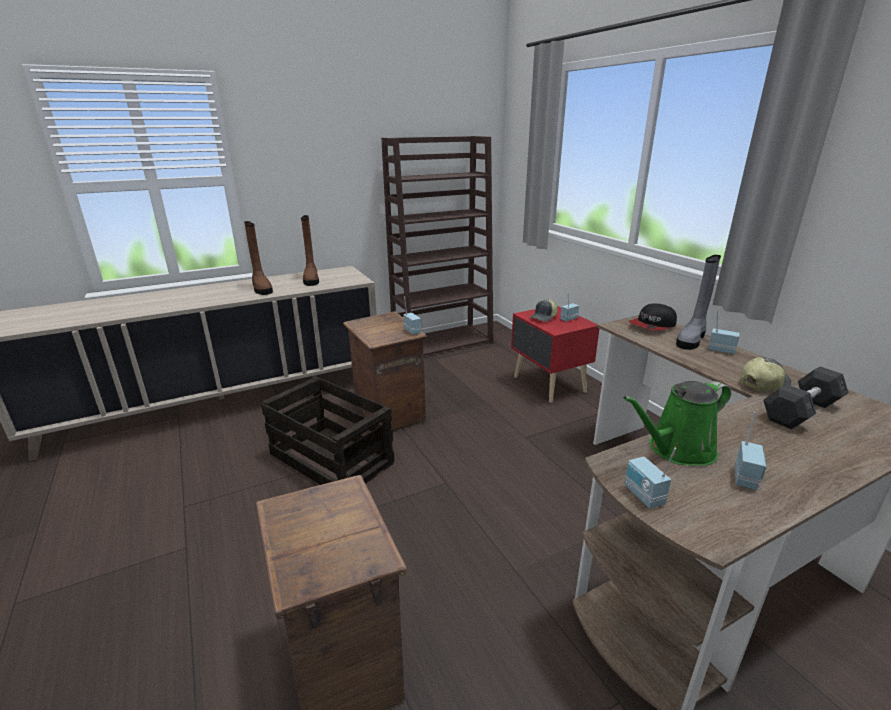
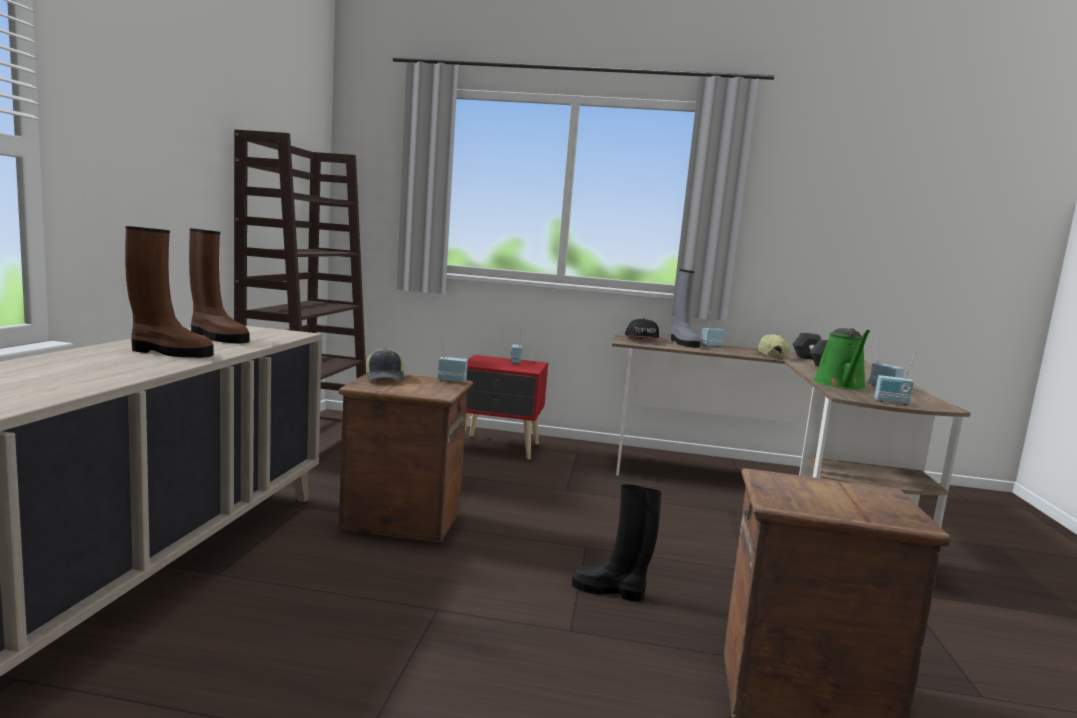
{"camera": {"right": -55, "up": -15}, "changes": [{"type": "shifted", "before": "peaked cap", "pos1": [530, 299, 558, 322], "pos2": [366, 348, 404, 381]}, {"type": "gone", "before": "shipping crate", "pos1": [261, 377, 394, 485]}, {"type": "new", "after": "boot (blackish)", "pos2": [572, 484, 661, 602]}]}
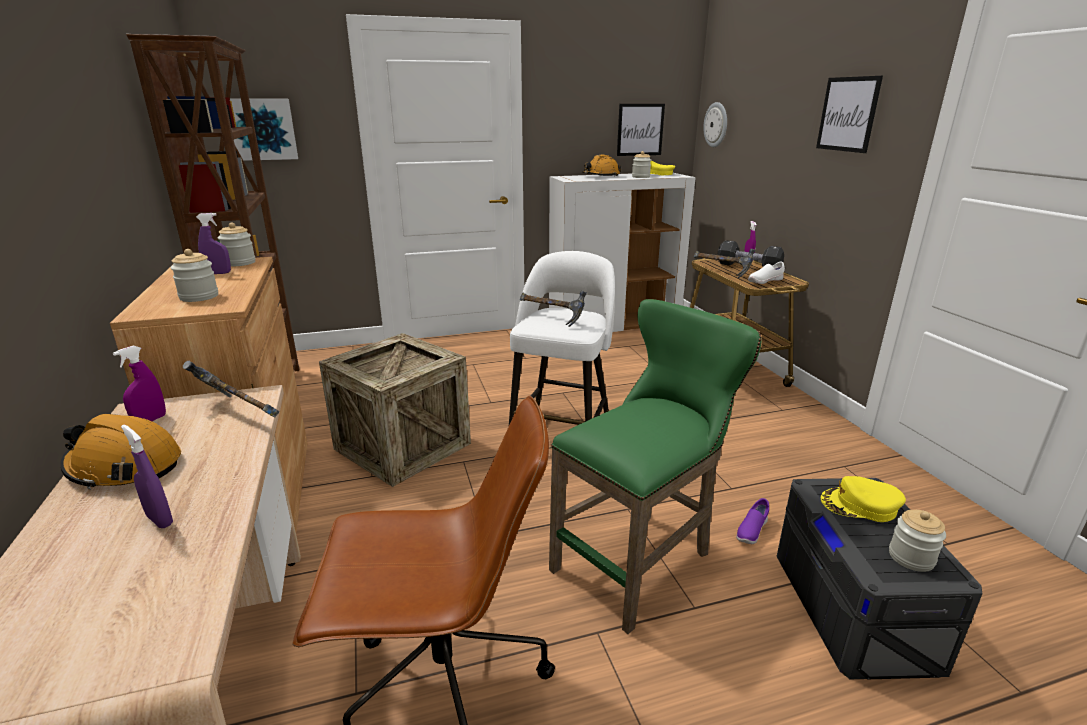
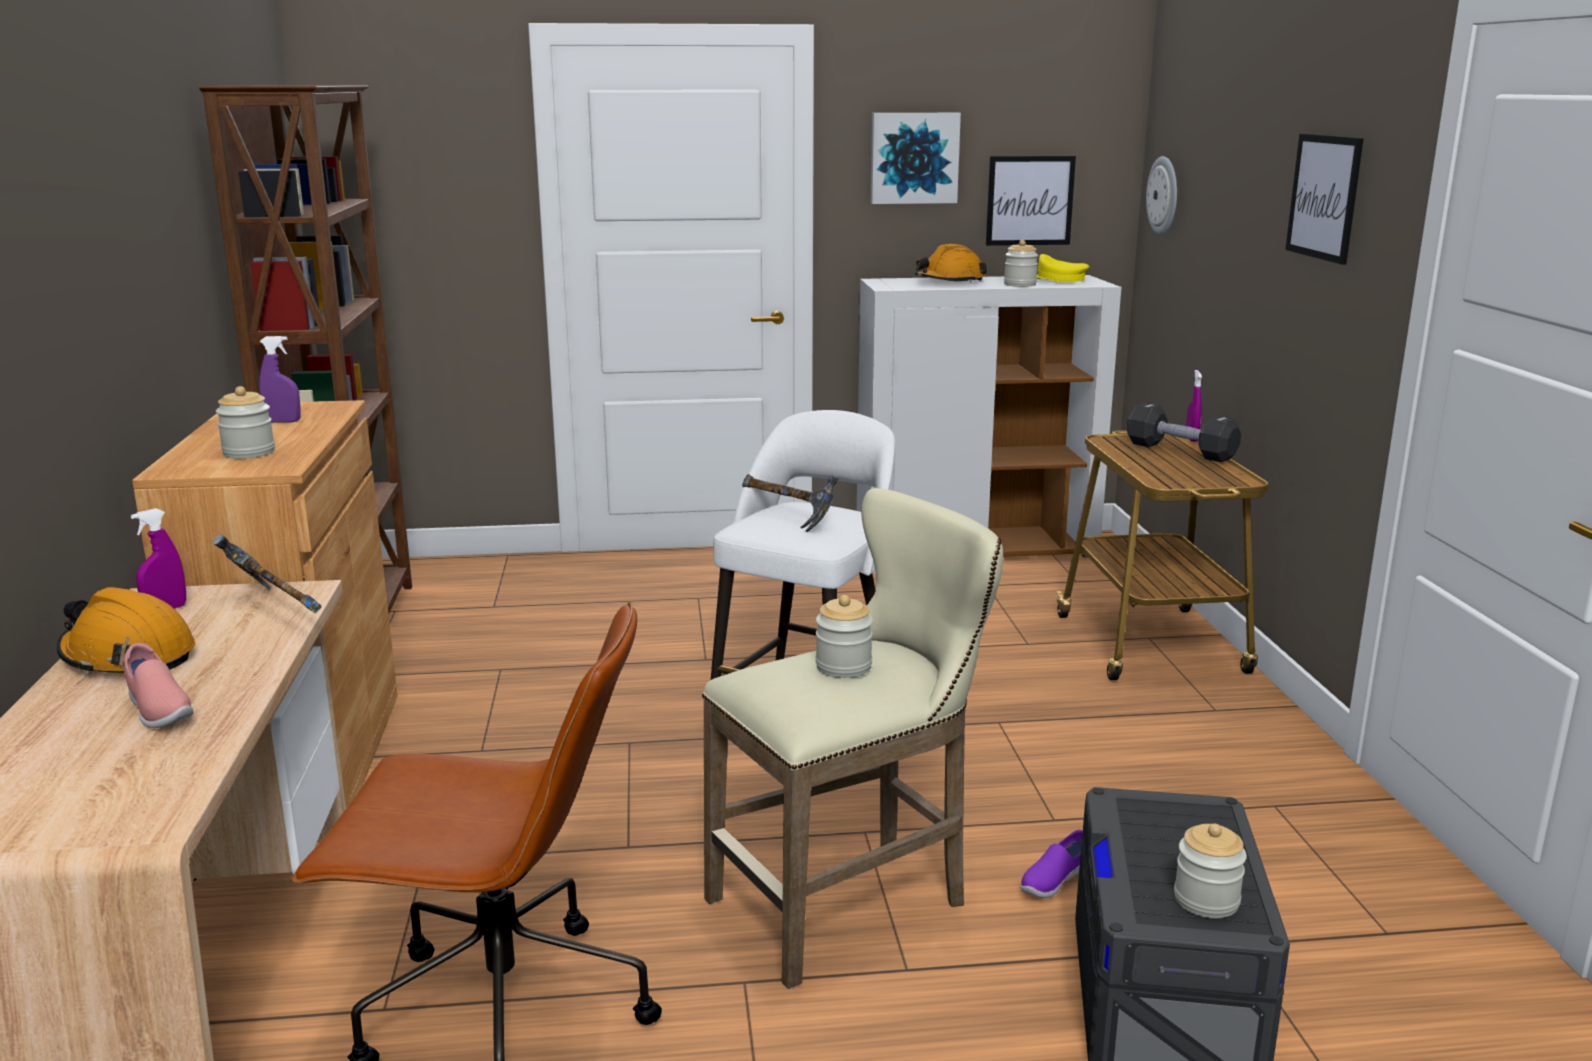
{"camera": {"right": 10, "up": -5}, "changes": [{"type": "shifted", "before": "wall picture", "pos1": [230, 99, 298, 161], "pos2": [871, 113, 961, 204]}, {"type": "shifted", "before": "jar", "pos1": [218, 223, 256, 266], "pos2": [816, 595, 873, 678]}, {"type": "gone", "before": "tool hammer", "pos1": [694, 249, 755, 278]}, {"type": "gone", "before": "low shoe (whitish)", "pos1": [748, 262, 785, 284]}, {"type": "repainted", "before": "stool seat (green-coloured)", "after": "stool seat (beige)", "pos1": [549, 299, 762, 634], "pos2": [702, 488, 1003, 989]}, {"type": "gone", "before": "shipping crate", "pos1": [319, 333, 471, 487]}, {"type": "swapped", "before": "hand sprayer (purple)", "after": "low shoe (pink-coloured)", "pos1": [121, 425, 173, 528], "pos2": [124, 643, 193, 728]}, {"type": "gone", "before": "peaked cap (yellowish)", "pos1": [821, 476, 906, 522]}]}
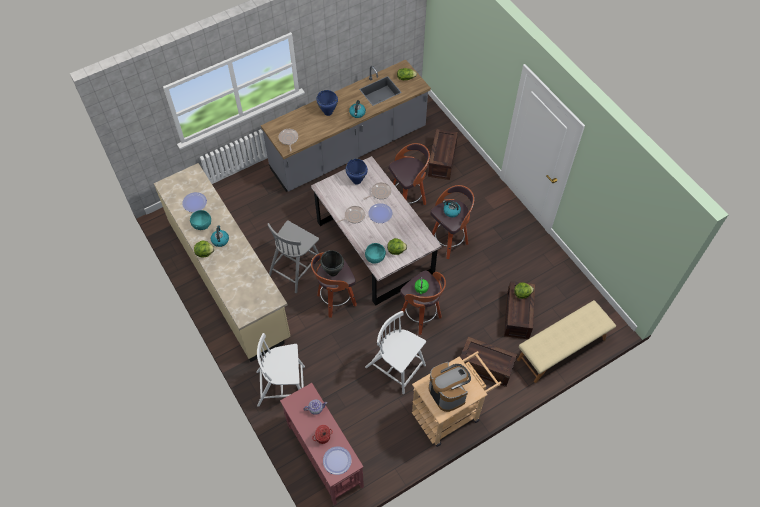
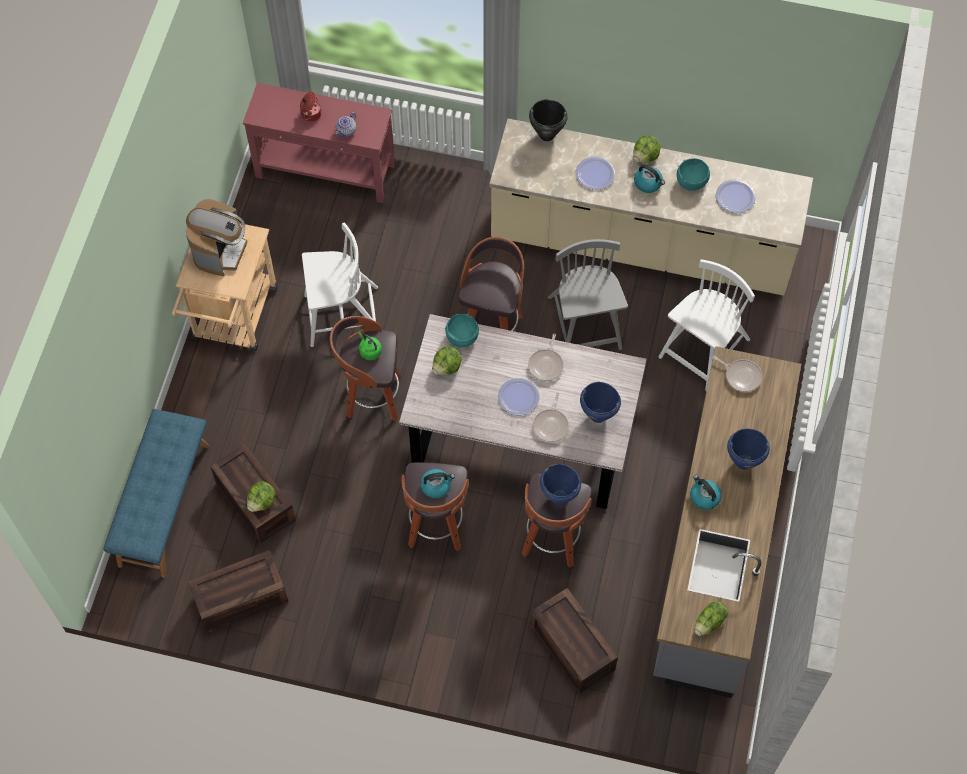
{"camera": {"right": 135, "up": 5}, "changes": [{"type": "shifted", "before": "cooking pot (blackish)", "pos1": [320, 250, 344, 276], "pos2": [529, 99, 568, 141]}, {"type": "repainted", "before": "long seat (beige)", "after": "long seat (blue)", "pos1": [517, 300, 616, 383], "pos2": [103, 409, 209, 578]}, {"type": "shifted", "before": "plain chair (whitish)", "pos1": [256, 333, 305, 407], "pos2": [659, 260, 755, 391]}, {"type": "shifted", "before": "shipping crate", "pos1": [460, 337, 518, 387], "pos2": [188, 550, 288, 633]}, {"type": "rotated", "before": "coffee maker", "pos1": [429, 362, 471, 412], "pos2": [185, 199, 247, 276], "turn": -90}, {"type": "shifted", "before": "flat dish", "pos1": [323, 447, 352, 475], "pos2": [576, 157, 615, 190]}, {"type": "new", "after": "cooking pot (blue)", "pos2": [540, 464, 581, 505]}]}
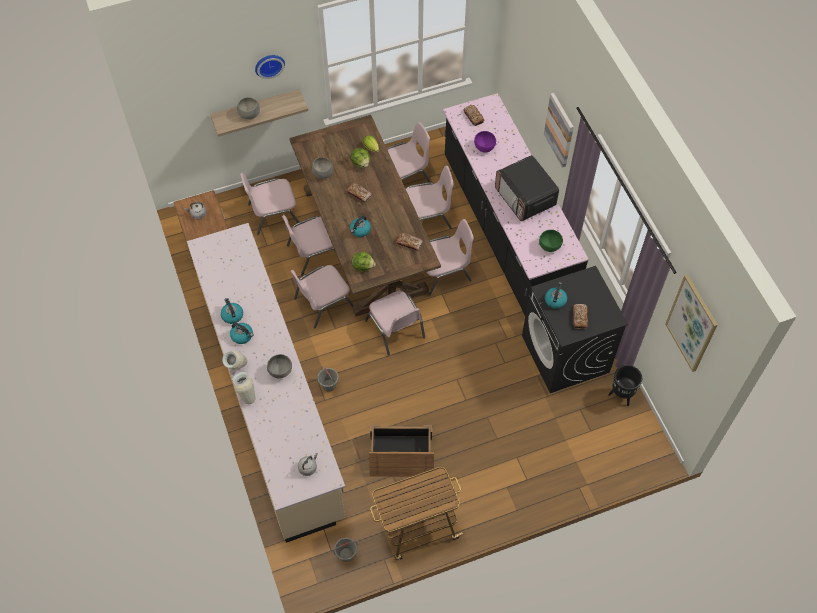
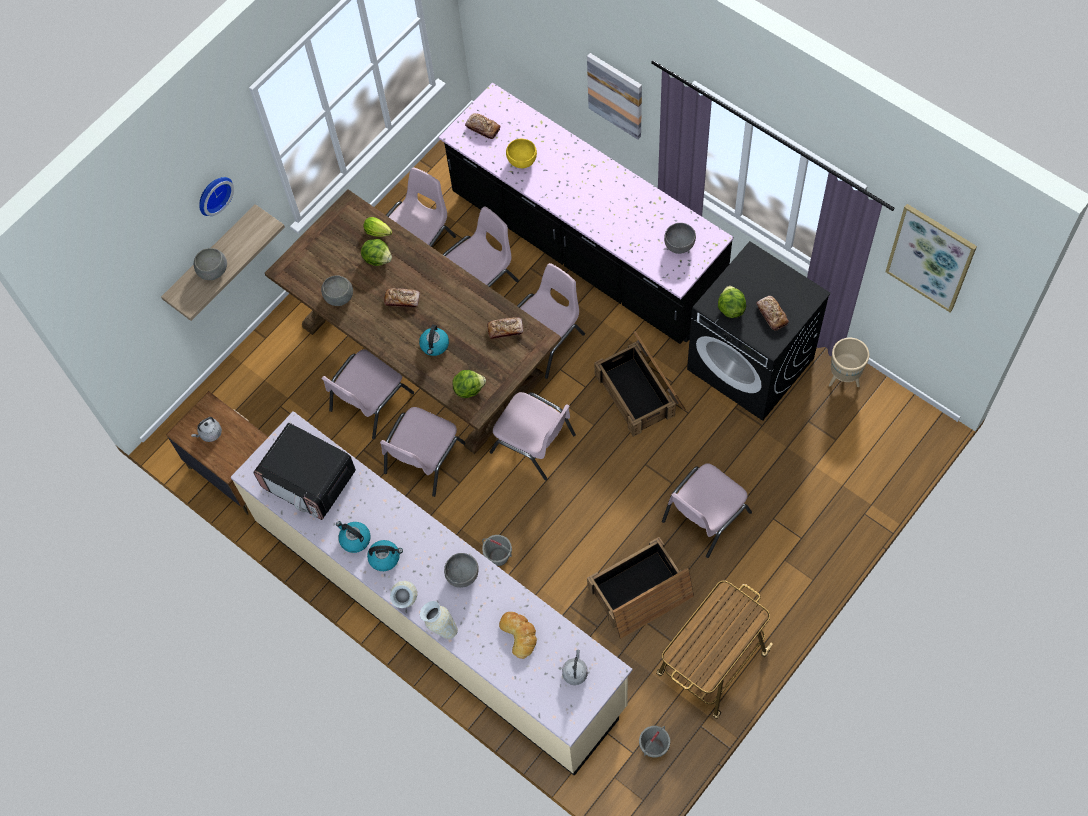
{"camera": {"right": -25, "up": 5}, "changes": [{"type": "repainted", "before": "serving bowl (purple)", "after": "serving bowl (yellowish)", "pos1": [474, 131, 496, 153], "pos2": [506, 139, 537, 168]}, {"type": "shifted", "before": "microwave oven", "pos1": [495, 155, 559, 221], "pos2": [253, 423, 356, 520]}, {"type": "shifted", "before": "plain chair (pink-coloured)", "pos1": [240, 173, 299, 235], "pos2": [662, 463, 752, 558]}, {"type": "repainted", "before": "serving bowl (green-coloured)", "after": "serving bowl (greyish)", "pos1": [539, 230, 563, 252], "pos2": [664, 223, 696, 254]}, {"type": "swapped", "before": "kettle", "after": "lettuce", "pos1": [545, 282, 567, 309], "pos2": [718, 286, 746, 318]}, {"type": "repainted", "before": "planter (blackish)", "after": "planter (beige)", "pos1": [608, 365, 642, 406], "pos2": [829, 338, 869, 387]}, {"type": "new", "after": "shipping crate", "pos2": [594, 331, 686, 437]}, {"type": "new", "after": "bakery bread", "pos2": [499, 612, 537, 659]}]}
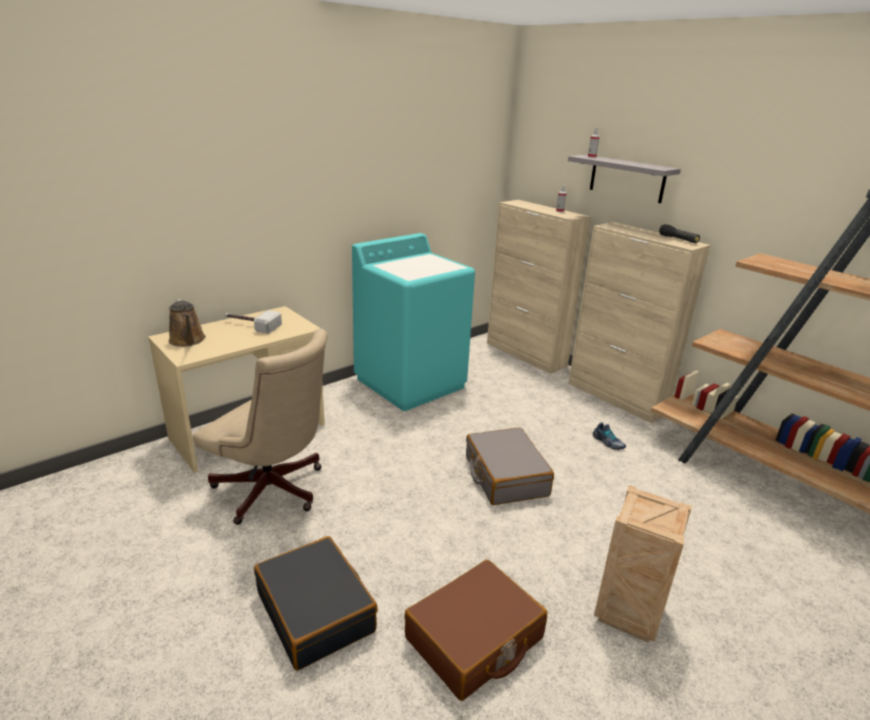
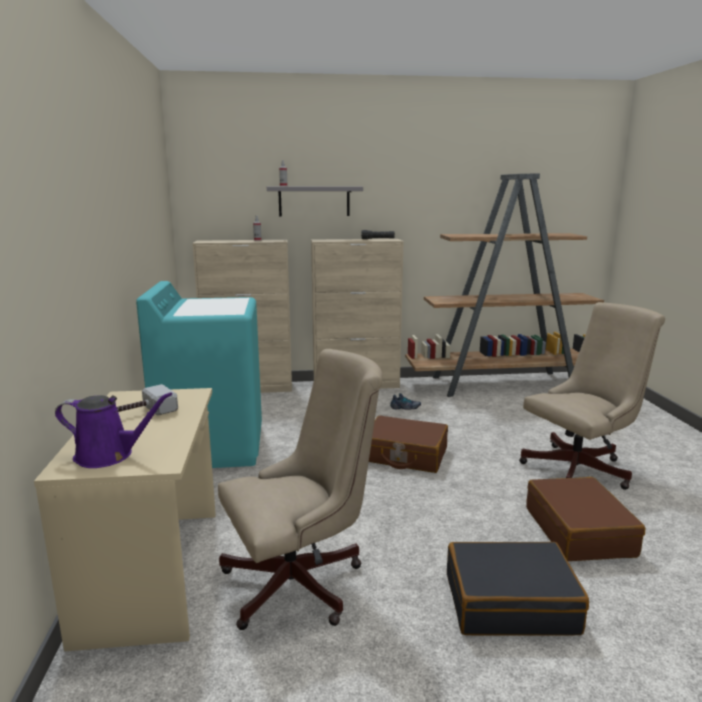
{"camera": {"right": -55, "up": -10}, "changes": [{"type": "repainted", "before": "watering can (brown-coloured)", "after": "watering can (purple)", "pos1": [169, 299, 206, 347], "pos2": [55, 392, 172, 468]}, {"type": "repainted", "before": "piece of luggage (greyish)", "after": "piece of luggage (brown-coloured)", "pos1": [466, 427, 554, 505], "pos2": [369, 415, 448, 473]}, {"type": "swapped", "before": "shipping crate", "after": "computer chair (beige)", "pos1": [594, 485, 692, 643], "pos2": [519, 302, 665, 490]}]}
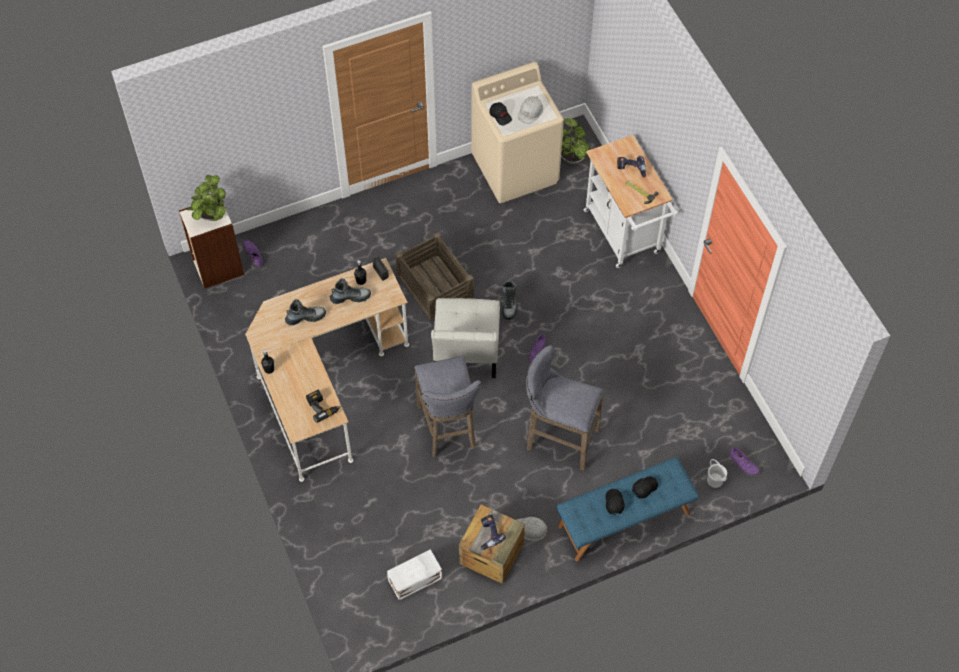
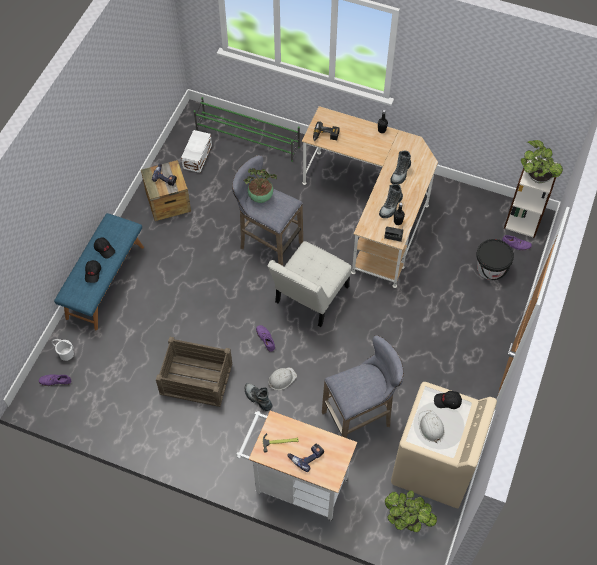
{"camera": {"right": 135, "up": 0}, "changes": [{"type": "shifted", "before": "shipping crate", "pos1": [395, 232, 474, 320], "pos2": [156, 337, 232, 407]}, {"type": "shifted", "before": "boot", "pos1": [502, 280, 517, 320], "pos2": [245, 383, 273, 411]}, {"type": "rotated", "before": "plain chair (whitish)", "pos1": [431, 298, 500, 378], "pos2": [268, 241, 352, 327], "turn": -105}, {"type": "shifted", "before": "stool seat (greyish)", "pos1": [526, 345, 604, 471], "pos2": [322, 335, 404, 438]}, {"type": "shifted", "before": "work helmet (whitish)", "pos1": [517, 517, 550, 541], "pos2": [269, 367, 297, 390]}, {"type": "new", "after": "shoe shelf (green-coloured)", "pos2": [194, 97, 300, 162]}, {"type": "new", "after": "houseplant", "pos2": [244, 168, 277, 203]}, {"type": "new", "after": "pail (blackish)", "pos2": [476, 239, 514, 280]}]}
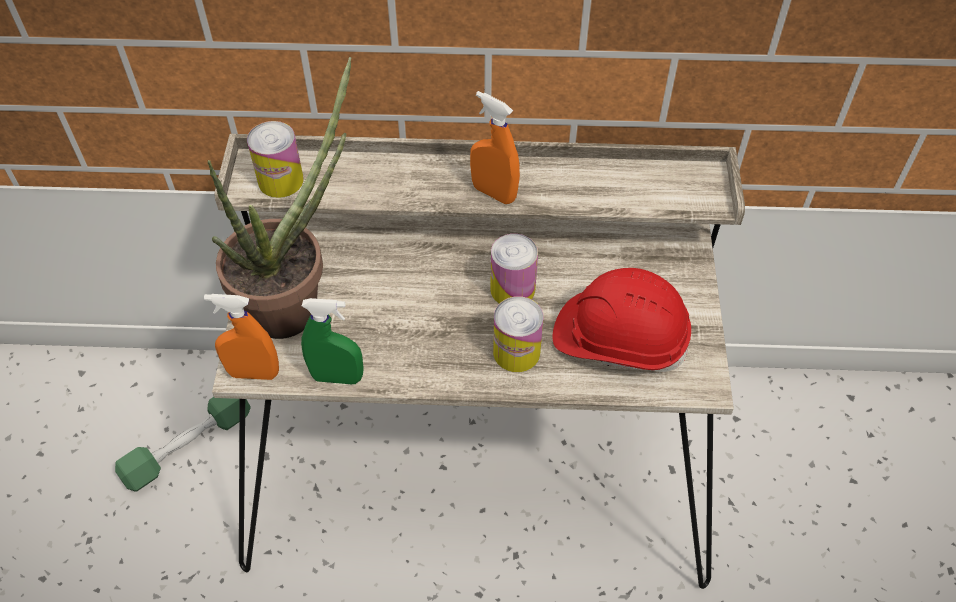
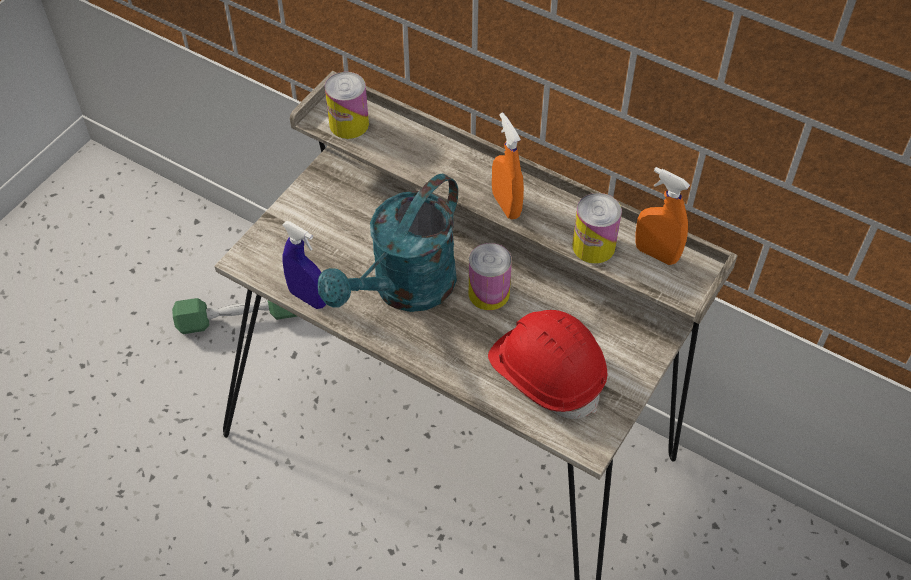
{"camera": {"right": 30, "up": 0}, "changes": [{"type": "gone", "before": "houseplant", "pos1": [208, 57, 351, 339]}, {"type": "shifted", "before": "hand sprayer (orange-coloured)", "pos1": [204, 294, 279, 380], "pos2": [635, 167, 690, 265]}, {"type": "shifted", "before": "sealed can", "pos1": [493, 296, 543, 372], "pos2": [572, 193, 622, 264]}, {"type": "repainted", "before": "hand sprayer (green-coloured)", "after": "hand sprayer (blue)", "pos1": [301, 298, 364, 384], "pos2": [282, 221, 326, 309]}, {"type": "new", "after": "watering can (turquoise)", "pos2": [318, 174, 458, 312]}]}
